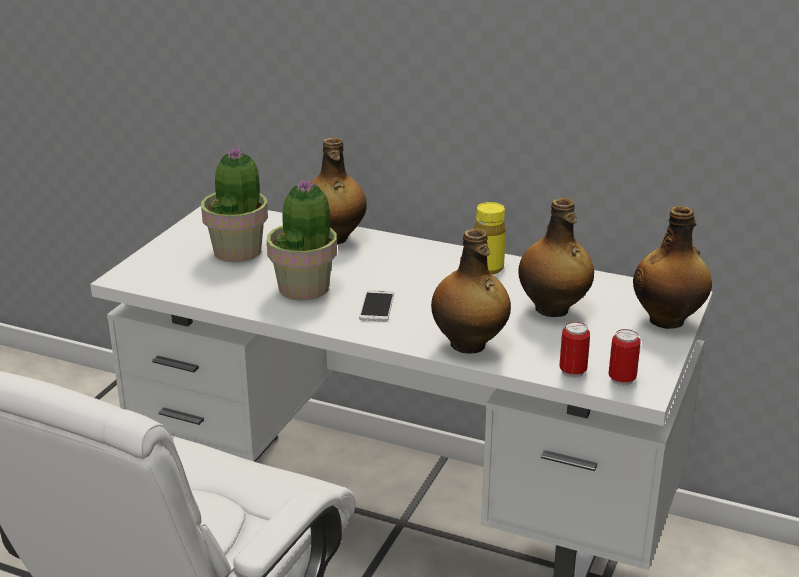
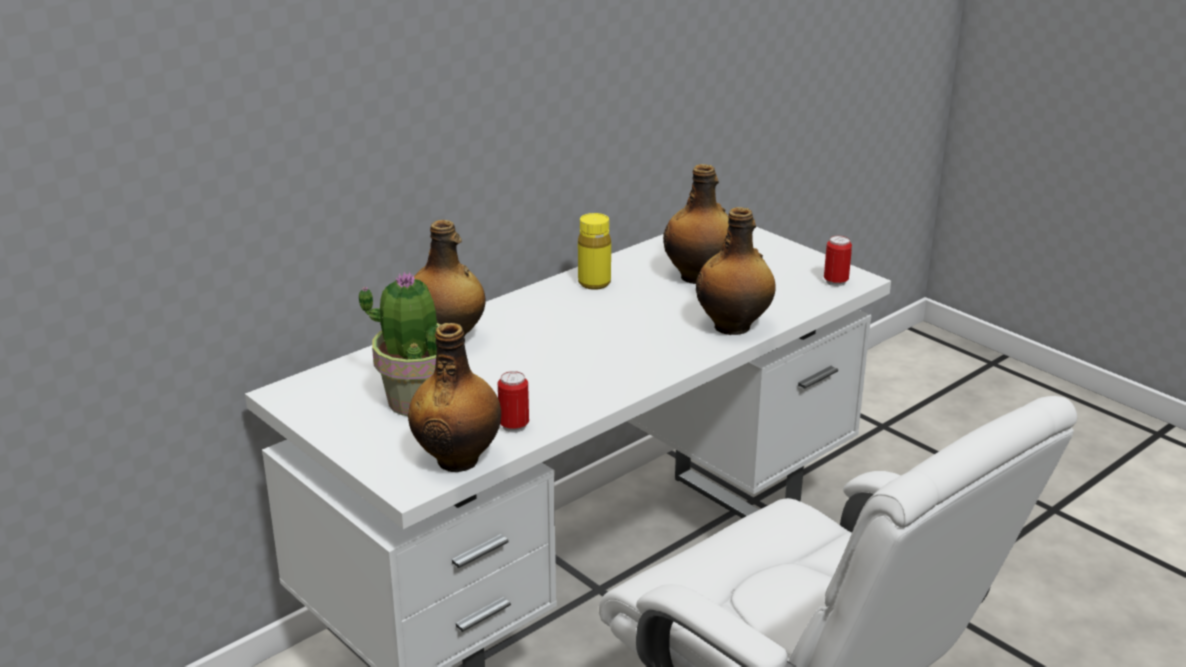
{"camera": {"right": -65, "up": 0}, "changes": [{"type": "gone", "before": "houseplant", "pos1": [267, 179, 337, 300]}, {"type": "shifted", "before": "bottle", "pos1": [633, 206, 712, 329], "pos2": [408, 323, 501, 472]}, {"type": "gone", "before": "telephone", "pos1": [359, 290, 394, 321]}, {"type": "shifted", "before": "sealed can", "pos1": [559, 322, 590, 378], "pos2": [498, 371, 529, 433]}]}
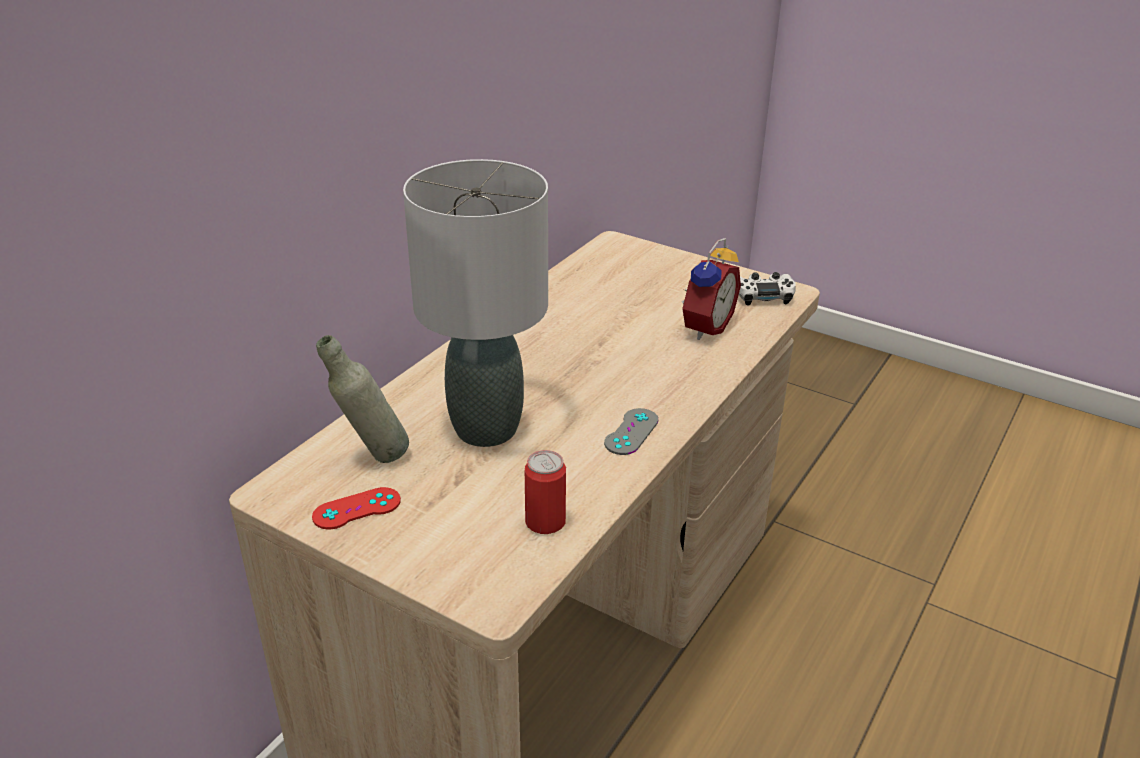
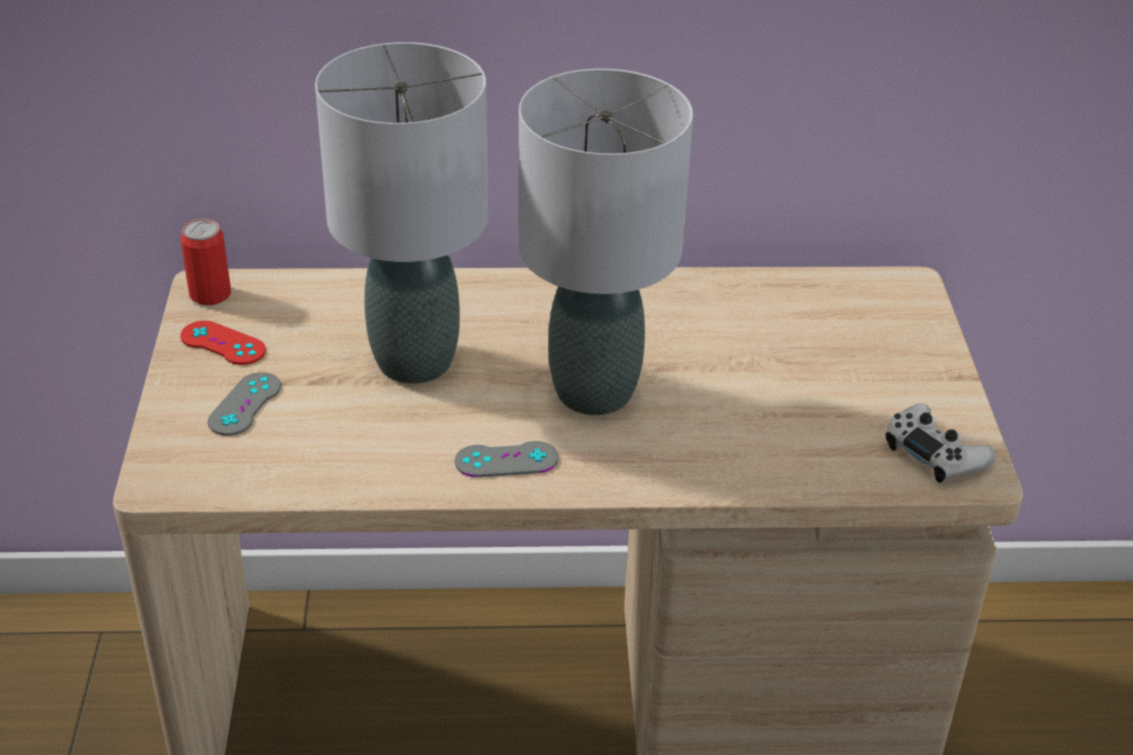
{"camera": {"right": 55, "up": 5}, "changes": [{"type": "gone", "before": "alarm clock", "pos1": [681, 238, 741, 340]}, {"type": "gone", "before": "bottle (greyish)", "pos1": [316, 335, 409, 463]}, {"type": "shifted", "before": "sealed can", "pos1": [525, 450, 566, 534], "pos2": [181, 219, 231, 305]}, {"type": "new", "after": "lamp for a table (greyish)", "pos2": [518, 68, 693, 415]}, {"type": "new", "after": "gamepad (greyish)", "pos2": [208, 372, 281, 436]}]}
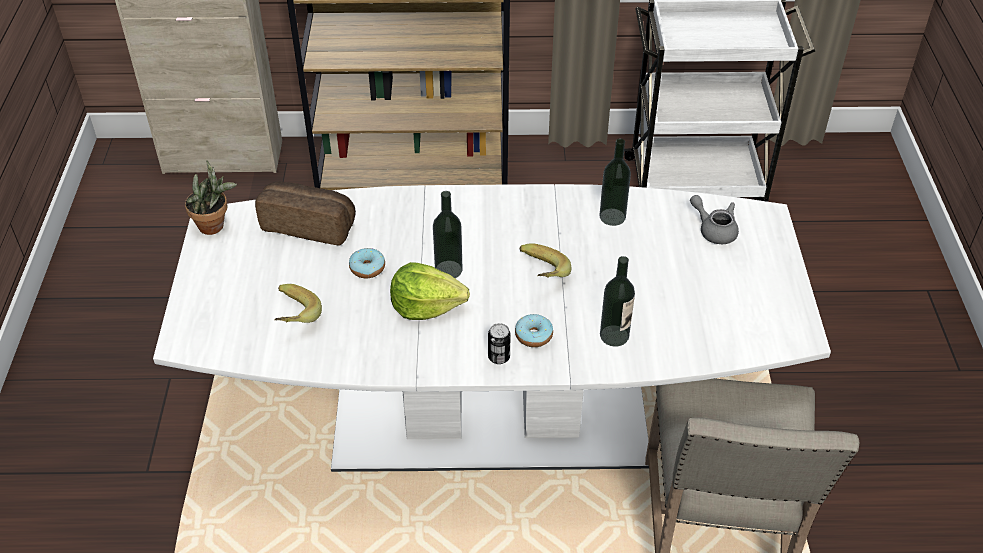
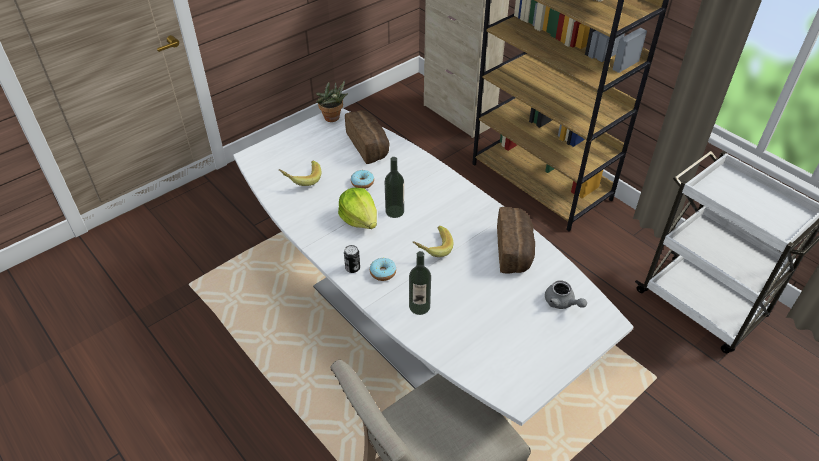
{"camera": {"right": 50, "up": 0}, "changes": [{"type": "swapped", "before": "bottle", "after": "bakery bread", "pos1": [600, 139, 631, 226], "pos2": [497, 207, 535, 273]}, {"type": "rotated", "before": "teapot (greyish)", "pos1": [690, 195, 739, 244], "pos2": [545, 281, 587, 309], "turn": 135}]}
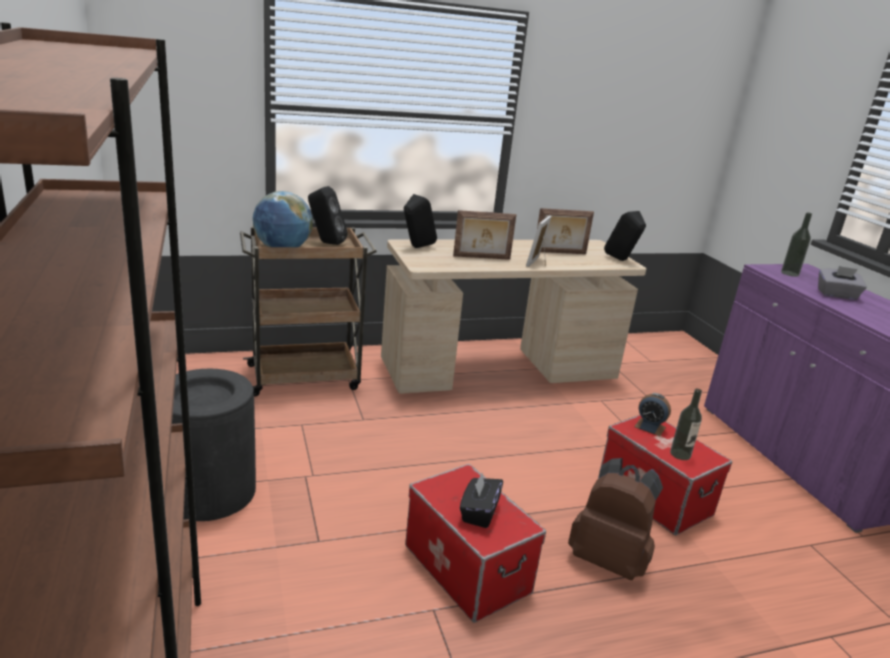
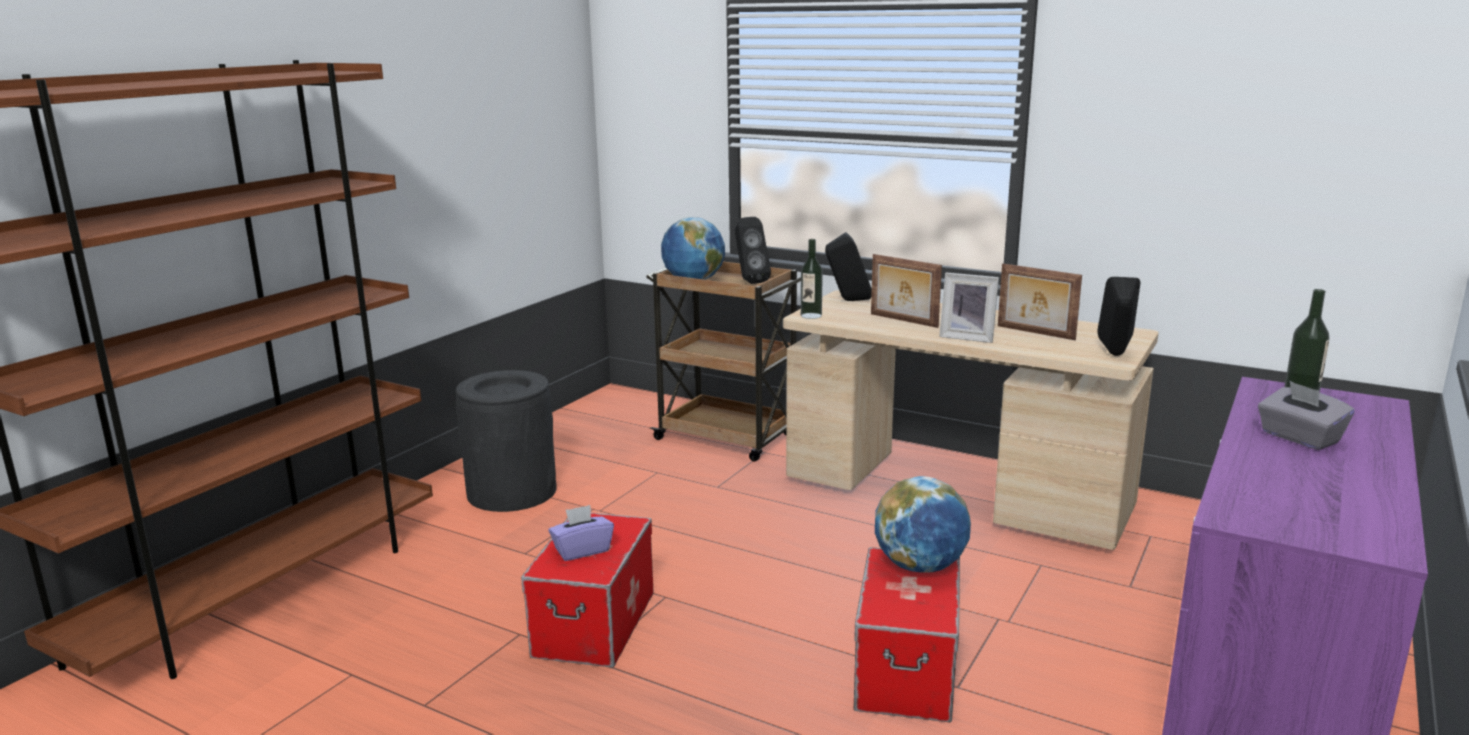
{"camera": {"right": 50, "up": -5}, "changes": [{"type": "rotated", "before": "standing frame", "pos1": [526, 215, 552, 267], "pos2": [939, 272, 999, 343], "turn": -135}, {"type": "shifted", "before": "bottle", "pos1": [670, 388, 702, 460], "pos2": [801, 239, 823, 319]}, {"type": "swapped", "before": "alarm clock", "after": "globe", "pos1": [634, 393, 671, 436], "pos2": [875, 476, 971, 573]}, {"type": "gone", "before": "rucksack (brown-coloured)", "pos1": [568, 458, 663, 580]}, {"type": "repainted", "before": "tissue holder (blackish)", "after": "tissue holder (purple)", "pos1": [460, 473, 503, 528], "pos2": [548, 505, 614, 561]}]}
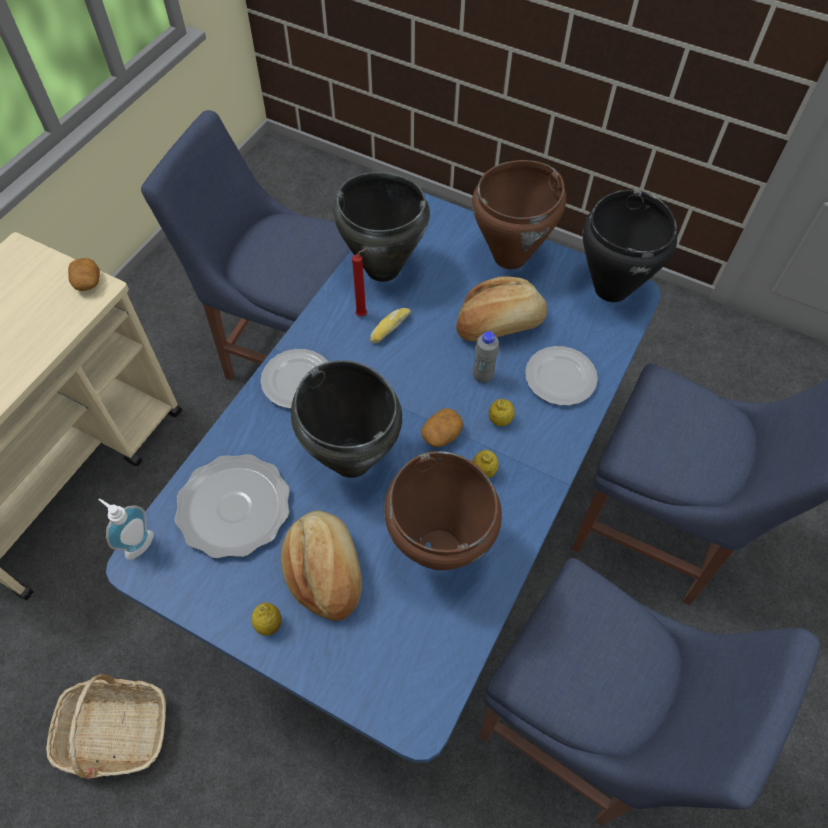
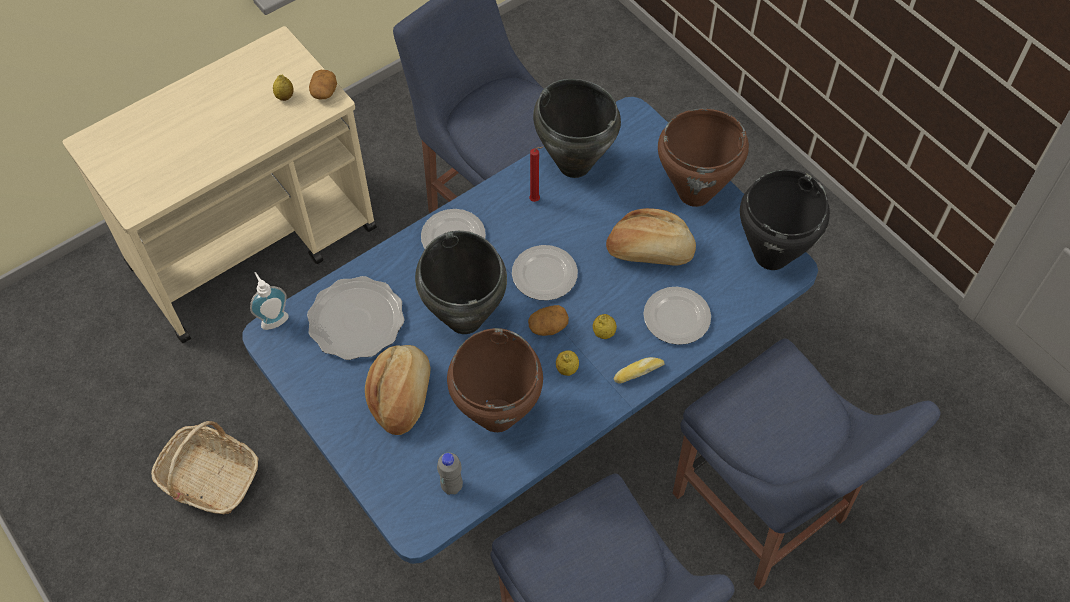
{"camera": {"right": 25, "up": 0}, "changes": [{"type": "shifted", "before": "bakery bread", "pos1": [370, 308, 411, 343], "pos2": [614, 357, 665, 384]}, {"type": "shifted", "before": "bottle (greyish)", "pos1": [473, 331, 499, 383], "pos2": [437, 453, 463, 495]}, {"type": "shifted", "before": "citrus fruit", "pos1": [252, 603, 281, 636], "pos2": [273, 75, 294, 101]}, {"type": "new", "after": "flat dish", "pos2": [512, 245, 578, 301]}]}
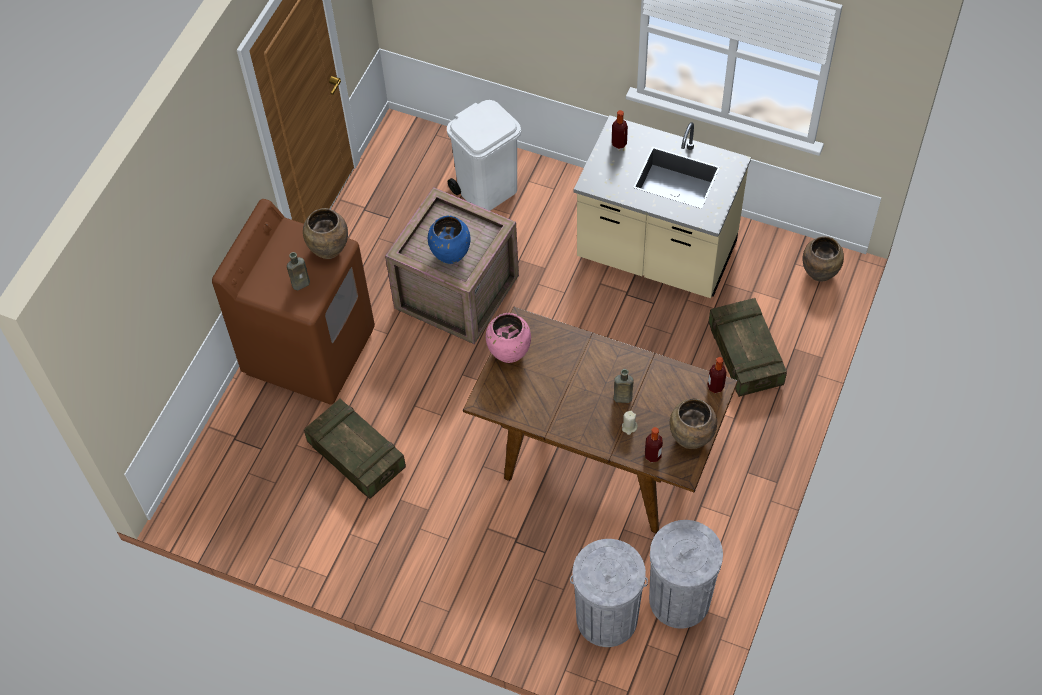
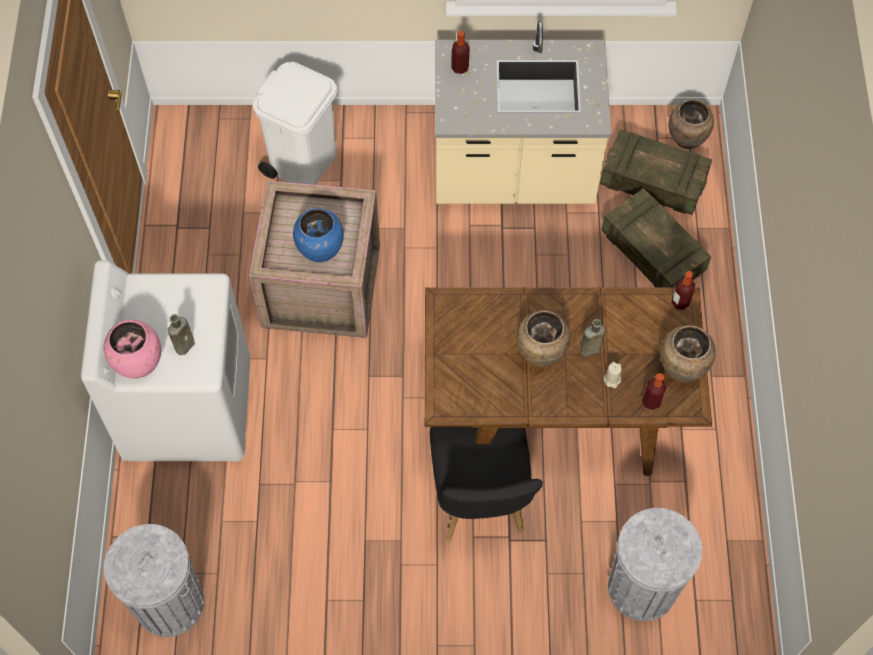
{"camera": {"right": -25, "up": 5}, "changes": [{"type": "repainted", "before": "laundry machine (brown-coloured)", "after": "laundry machine (whitish)", "pos1": [212, 199, 375, 405], "pos2": [81, 260, 251, 461]}, {"type": "shifted", "before": "decorative vase (brown-coloured)", "pos1": [303, 208, 348, 259], "pos2": [516, 310, 570, 367]}, {"type": "shifted", "before": "decorative vase (pink-coloured)", "pos1": [486, 313, 531, 363], "pos2": [104, 320, 161, 378]}, {"type": "shifted", "before": "shipping crate", "pos1": [304, 399, 406, 499], "pos2": [600, 129, 712, 215]}, {"type": "shifted", "before": "waste bin (greyish)", "pos1": [649, 520, 723, 629], "pos2": [104, 524, 204, 637]}, {"type": "new", "after": "plain chair (blackish)", "pos2": [430, 427, 543, 541]}]}
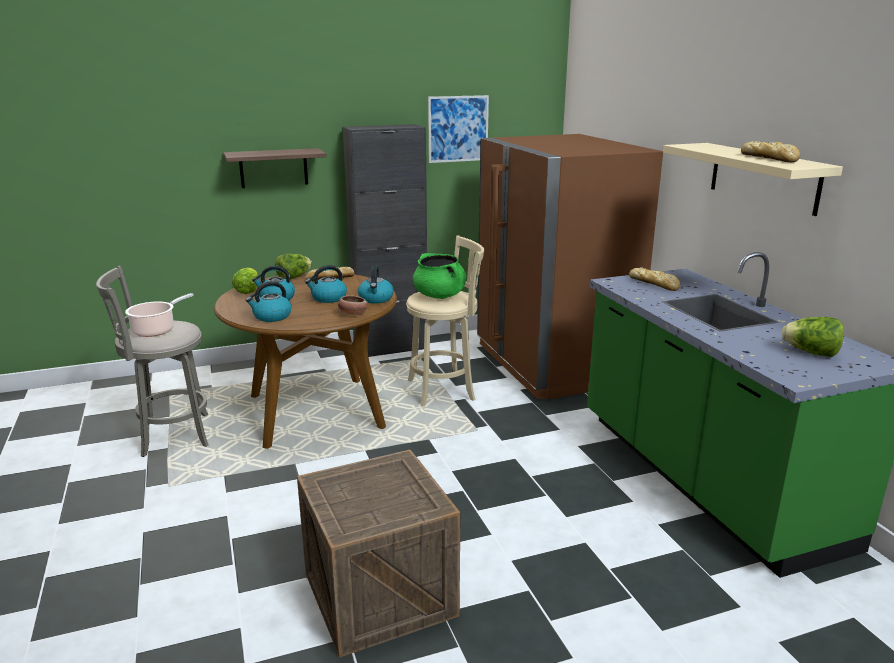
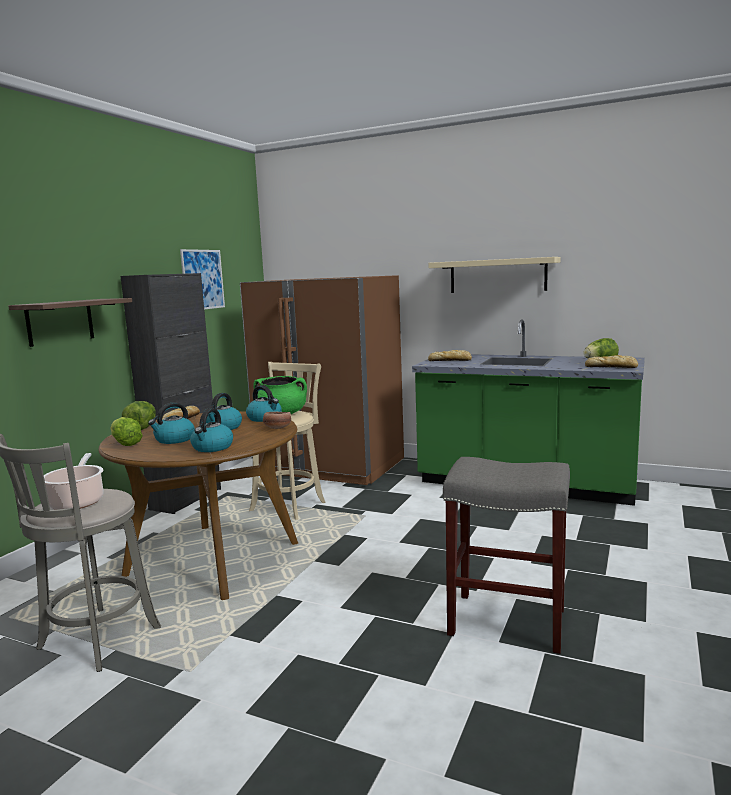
{"camera": {"right": -45, "up": -10}, "changes": [{"type": "shifted", "before": "bakery bread", "pos1": [741, 141, 800, 162], "pos2": [585, 355, 638, 368]}, {"type": "swapped", "before": "shipping crate", "after": "stool seat (greyish)", "pos1": [297, 449, 460, 658], "pos2": [443, 457, 570, 654]}]}
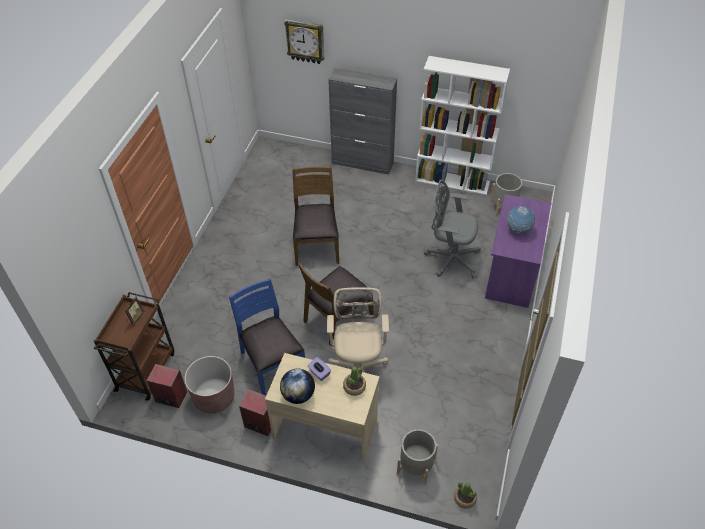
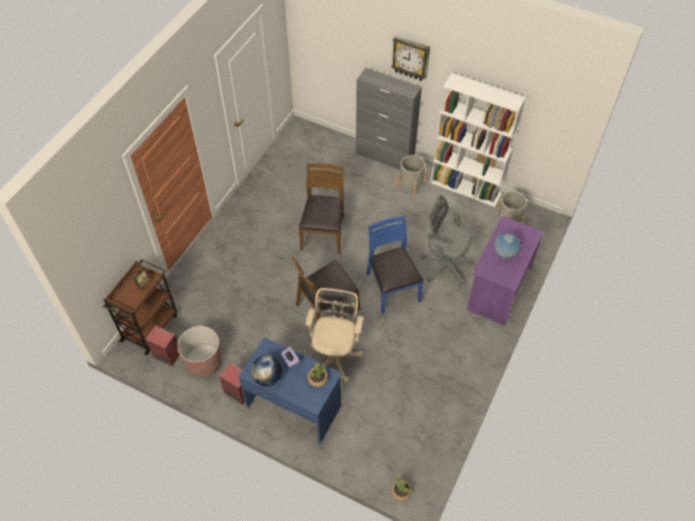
{"camera": {"right": 10, "up": 5}, "changes": [{"type": "shifted", "before": "wall clock", "pos1": [284, 19, 325, 64], "pos2": [391, 36, 430, 81]}, {"type": "shifted", "before": "plain chair (blue)", "pos1": [229, 278, 305, 395], "pos2": [367, 216, 424, 314]}, {"type": "repainted", "before": "desk (beige)", "after": "desk (blue)", "pos1": [265, 353, 380, 463], "pos2": [239, 337, 342, 444]}, {"type": "shifted", "before": "planter (greyish)", "pos1": [397, 429, 438, 485], "pos2": [396, 155, 427, 197]}]}
